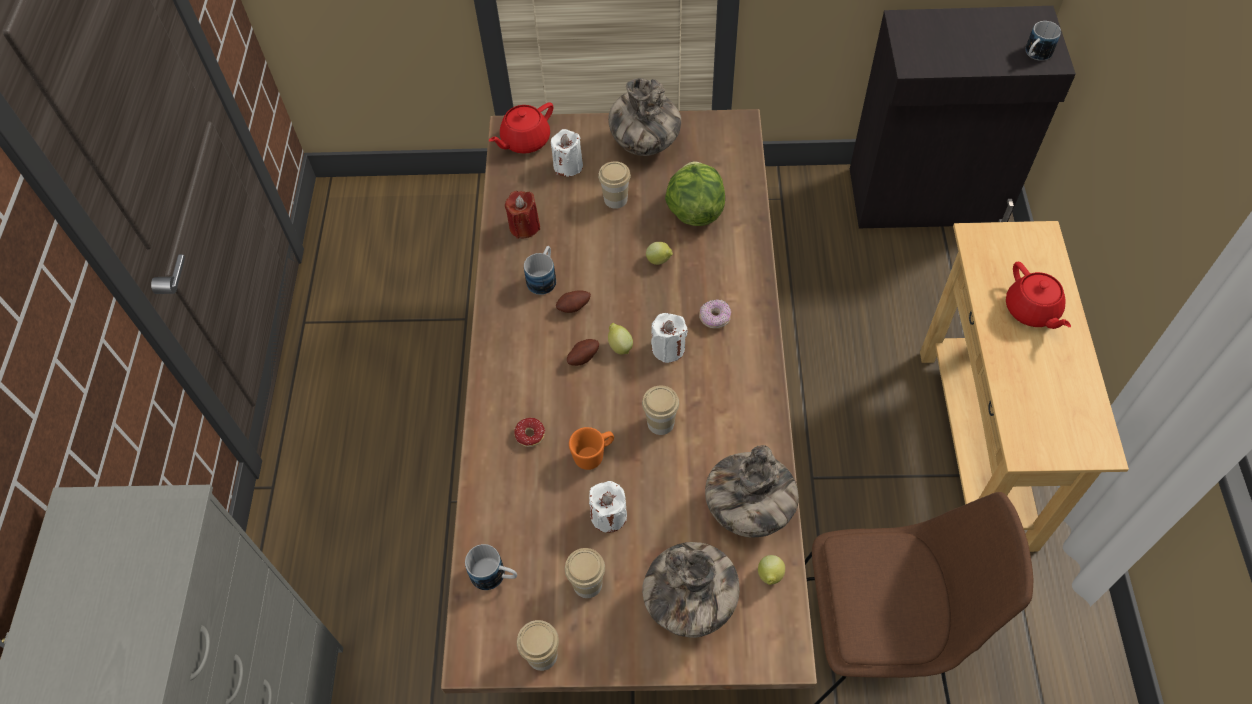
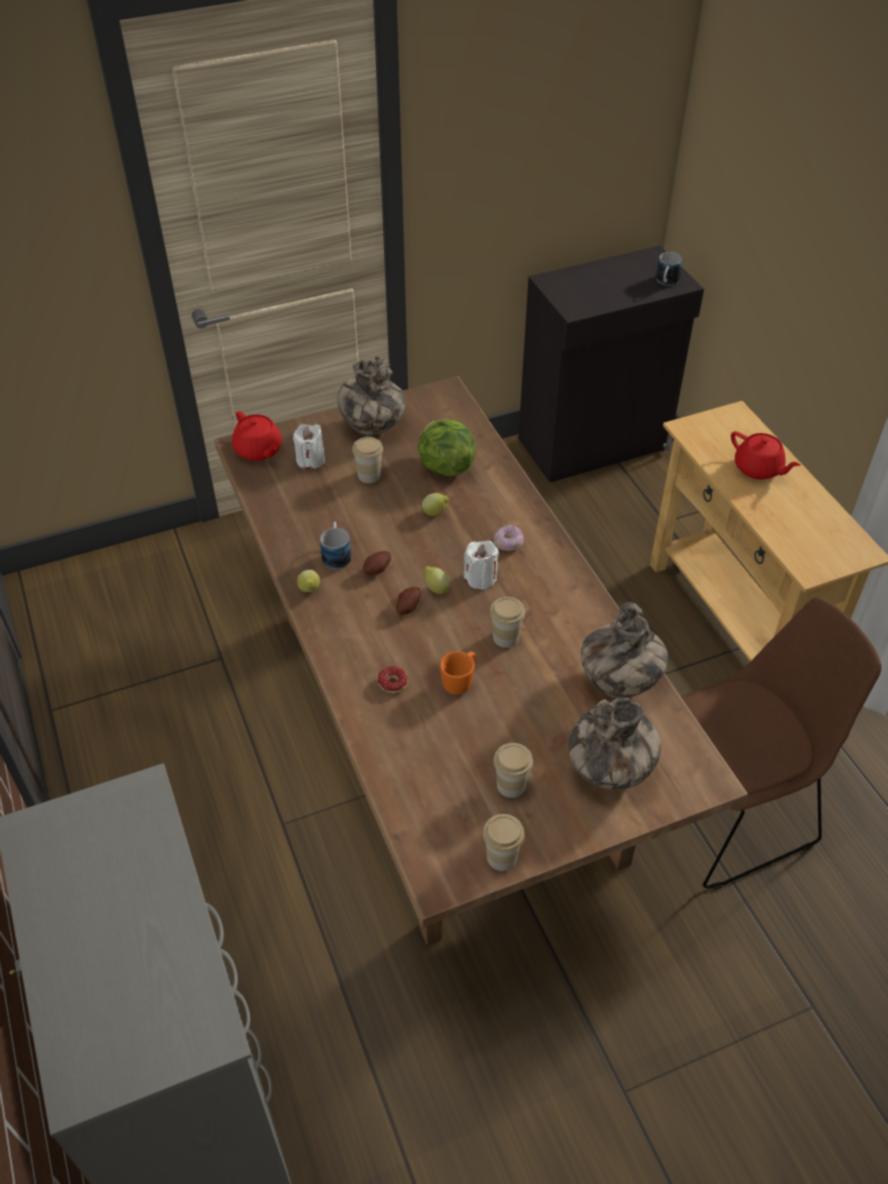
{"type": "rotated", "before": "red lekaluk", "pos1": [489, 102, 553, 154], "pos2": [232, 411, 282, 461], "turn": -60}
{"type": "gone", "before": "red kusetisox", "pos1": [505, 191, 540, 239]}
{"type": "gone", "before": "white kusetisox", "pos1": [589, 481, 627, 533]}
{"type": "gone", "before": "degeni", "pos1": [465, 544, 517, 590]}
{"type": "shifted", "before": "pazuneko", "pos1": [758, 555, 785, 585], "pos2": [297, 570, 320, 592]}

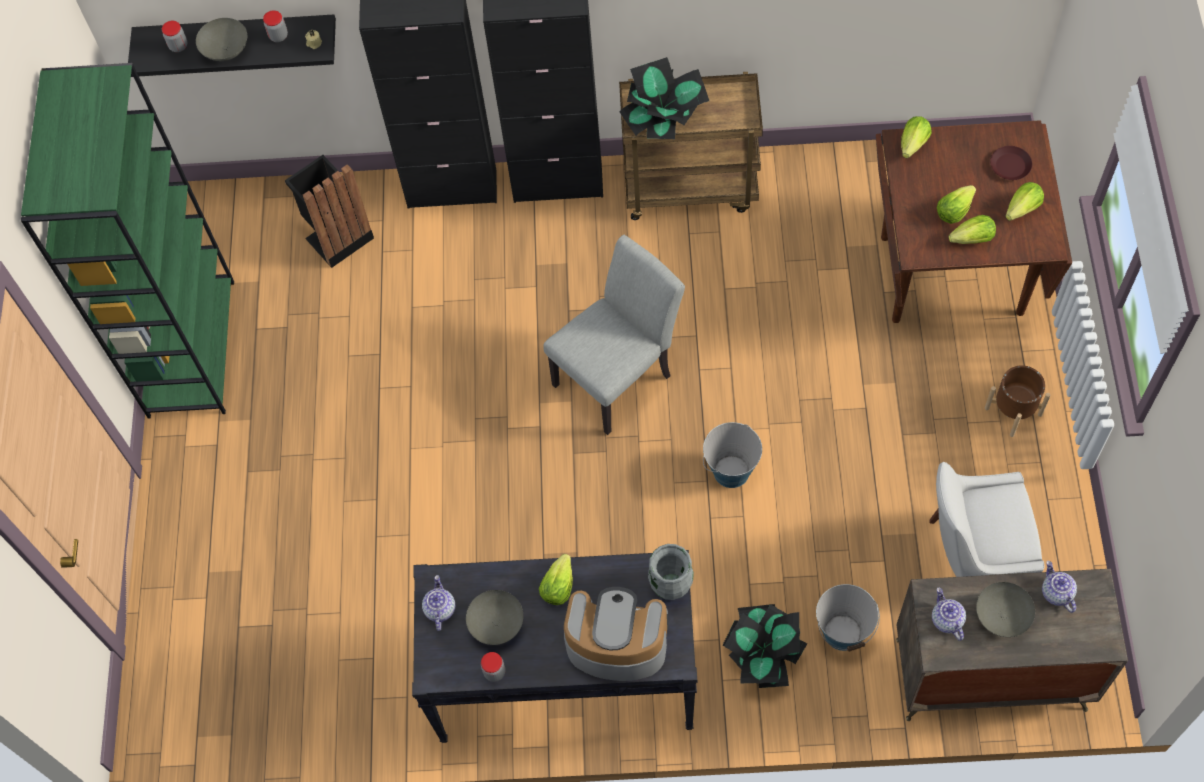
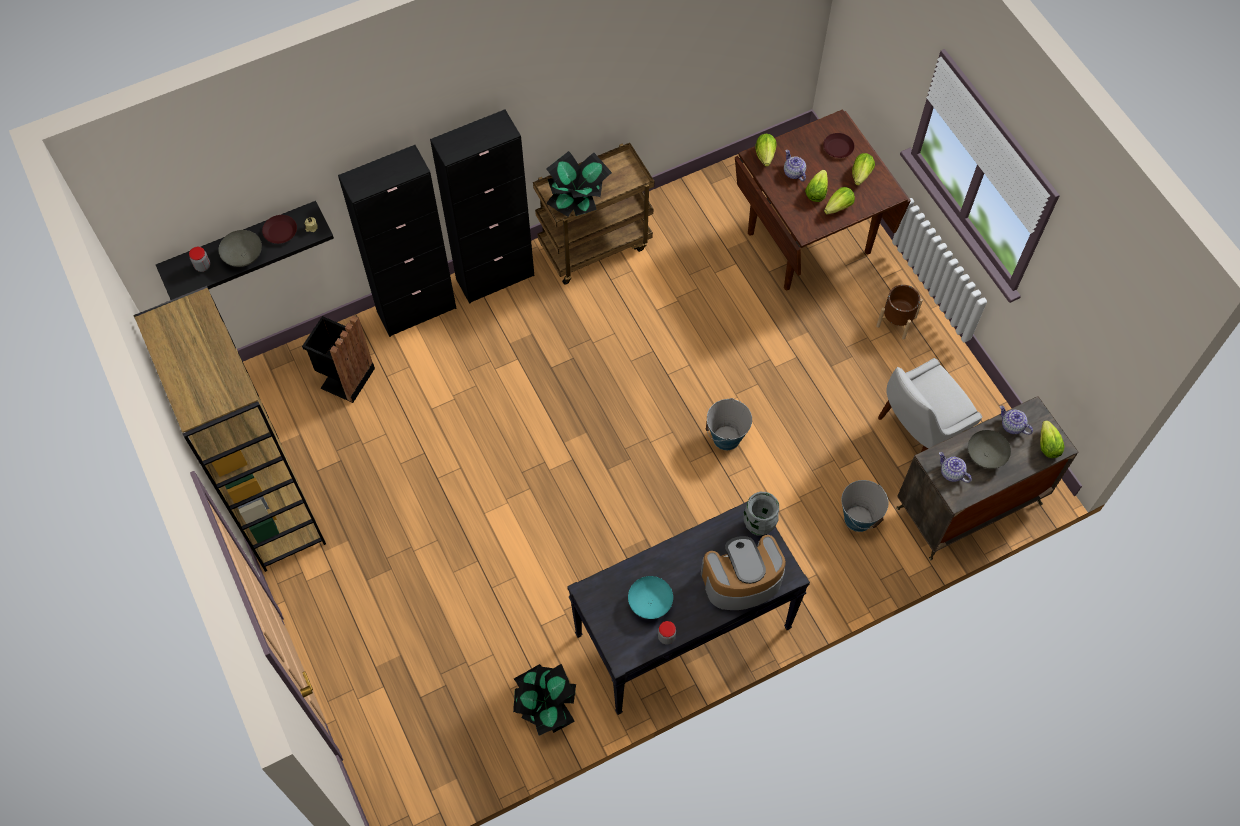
{"type": "swapped", "before": "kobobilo", "after": "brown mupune", "pos1": [263, 10, 288, 42], "pos2": [262, 215, 297, 244]}
{"type": "repainted", "before": "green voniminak", "after": "brown voniminak", "pos1": [21, 63, 234, 419], "pos2": [133, 286, 326, 572]}
{"type": "gone", "before": "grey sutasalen", "pos1": [543, 235, 685, 435]}
{"type": "shifted", "before": "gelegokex", "pos1": [539, 554, 573, 605], "pos2": [1040, 420, 1065, 458]}
{"type": "shifted", "before": "lekaluk", "pos1": [422, 575, 455, 631], "pos2": [784, 150, 806, 182]}
{"type": "repainted", "before": "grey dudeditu", "after": "turquoise dudeditu", "pos1": [466, 590, 523, 645], "pos2": [628, 576, 673, 619]}
{"type": "shifted", "before": "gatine", "pos1": [722, 604, 807, 688], "pos2": [513, 664, 576, 736]}

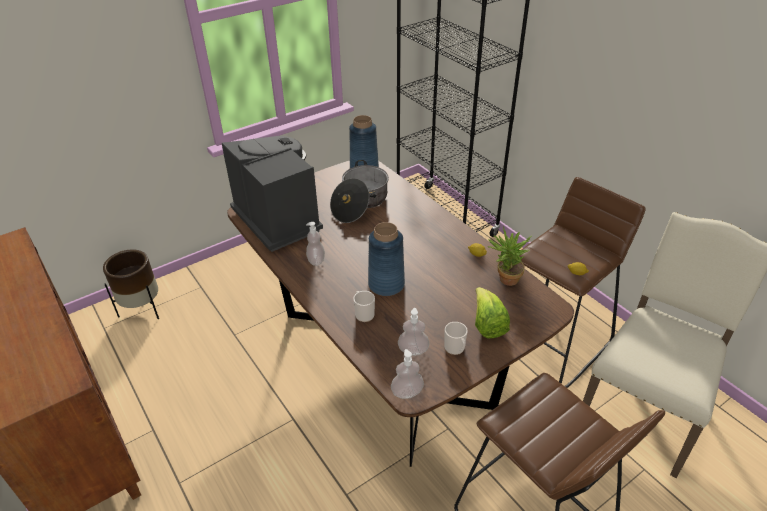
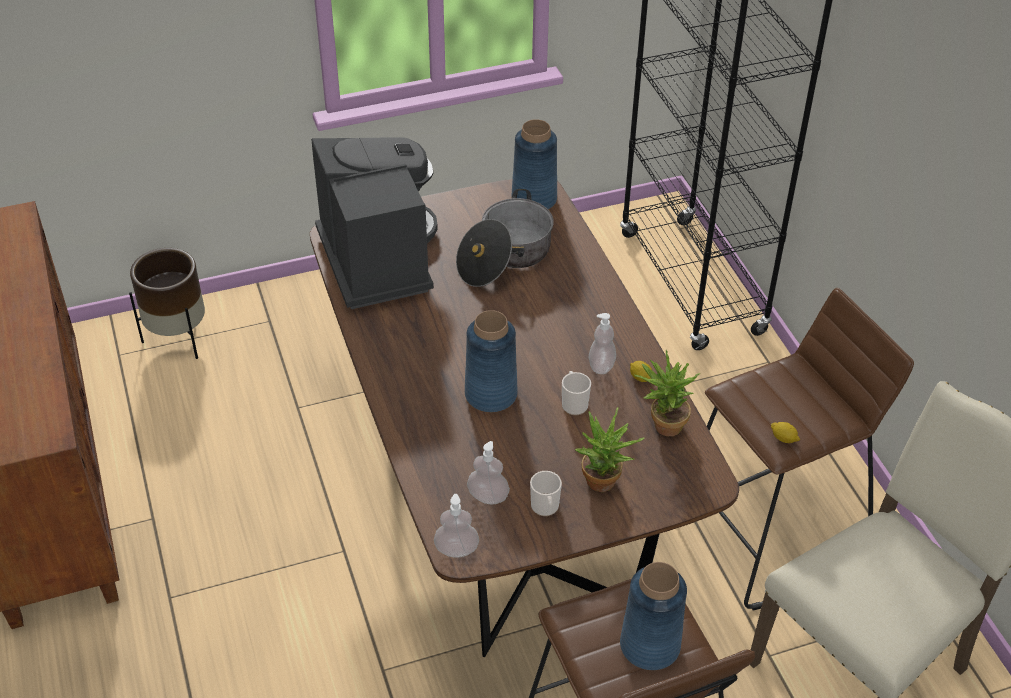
{"type": "shifted", "before": "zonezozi", "pos1": [306, 222, 325, 266], "pos2": [589, 313, 616, 374]}
{"type": "swapped", "before": "gelegokex", "after": "gatine", "pos1": [475, 287, 510, 338], "pos2": [575, 407, 645, 492]}
{"type": "shifted", "before": "degeni", "pos1": [353, 291, 375, 322], "pos2": [562, 371, 591, 415]}
{"type": "new", "after": "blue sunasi", "pos2": [620, 562, 687, 670]}

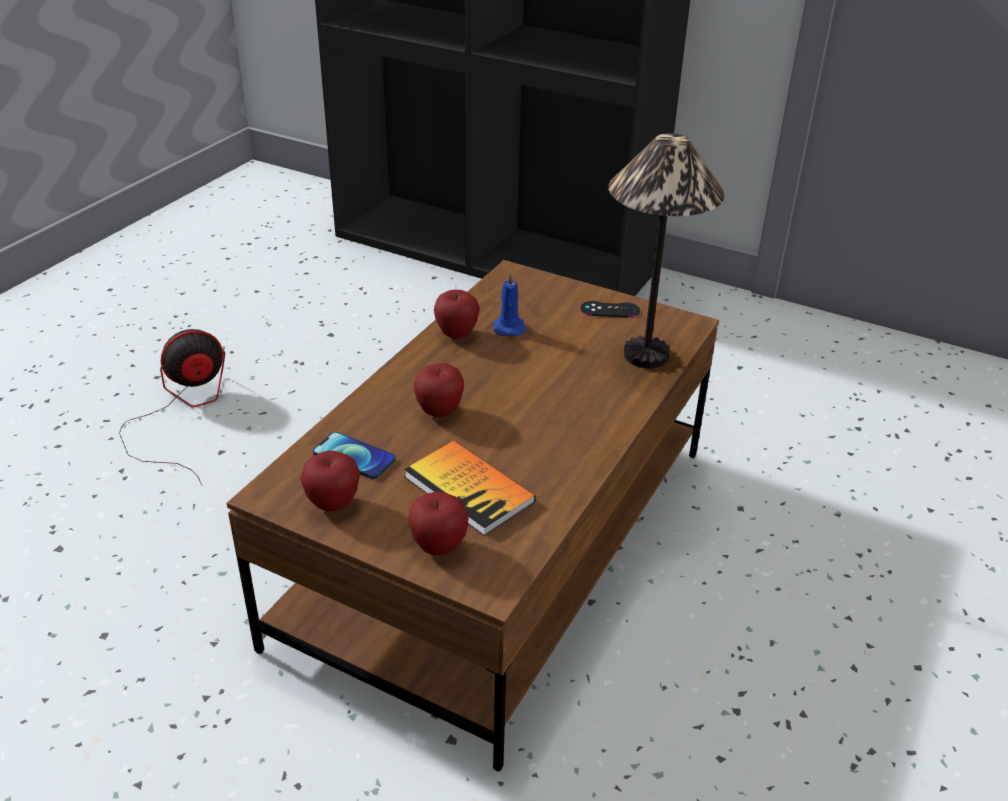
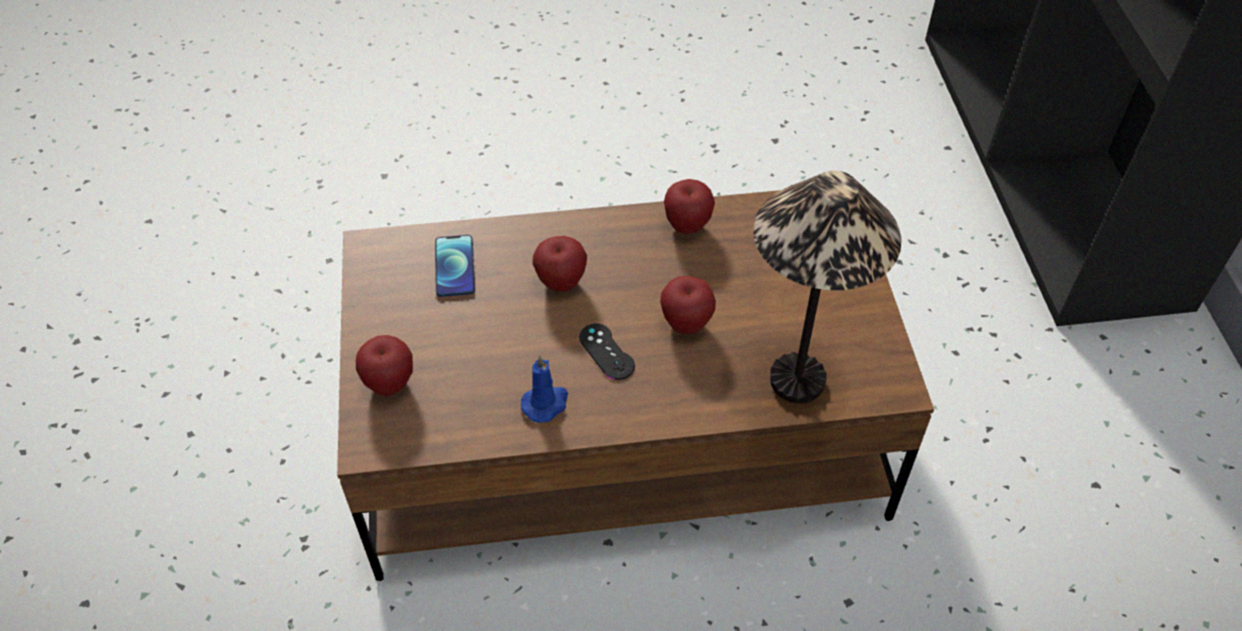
{"type": "shifted", "before": "blue kusetisox", "pos1": [493, 271, 526, 336], "pos2": [521, 355, 568, 423]}
{"type": "shifted", "before": "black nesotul", "pos1": [581, 301, 640, 318], "pos2": [579, 323, 635, 380]}
{"type": "gone", "before": "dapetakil", "pos1": [119, 329, 225, 485]}
{"type": "gone", "before": "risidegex", "pos1": [404, 441, 536, 536]}
{"type": "shifted", "before": "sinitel", "pos1": [300, 450, 360, 511], "pos2": [660, 276, 716, 334]}

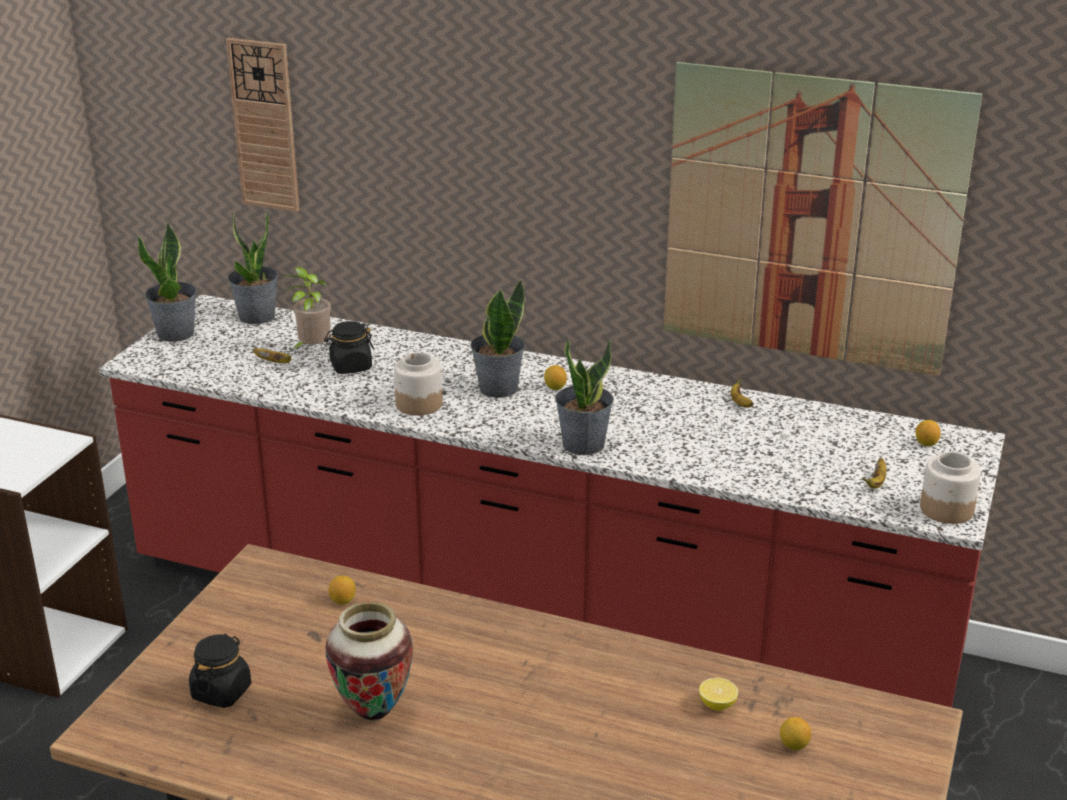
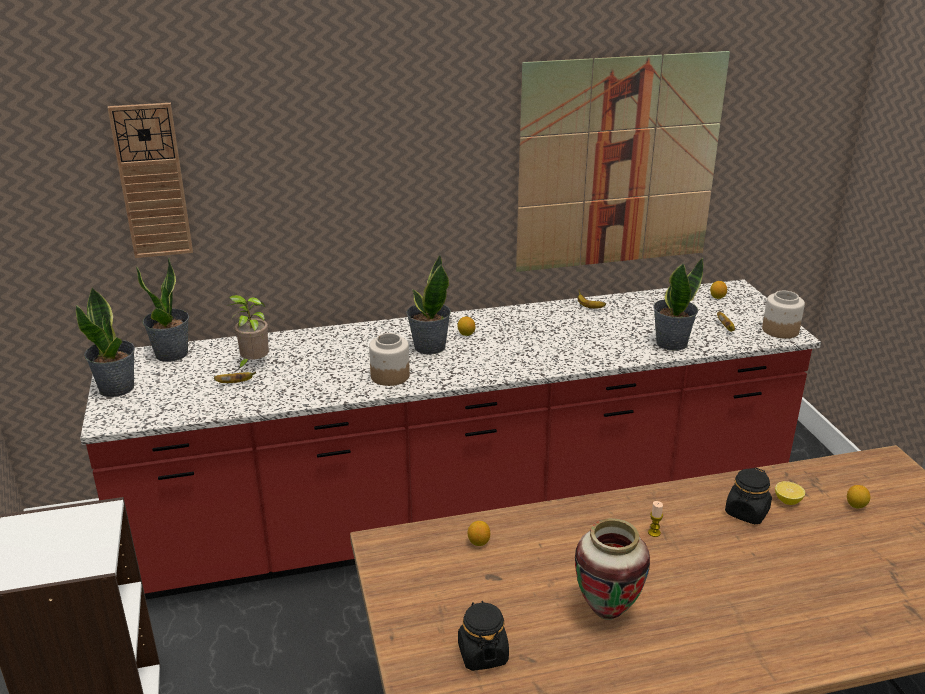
{"type": "shifted", "before": "black kobobilo", "pos1": [324, 321, 374, 374], "pos2": [725, 467, 772, 524]}
{"type": "shifted", "before": "gatine", "pos1": [555, 338, 614, 455], "pos2": [654, 258, 703, 351]}
{"type": "new", "after": "kusetisox", "pos2": [648, 501, 663, 537]}

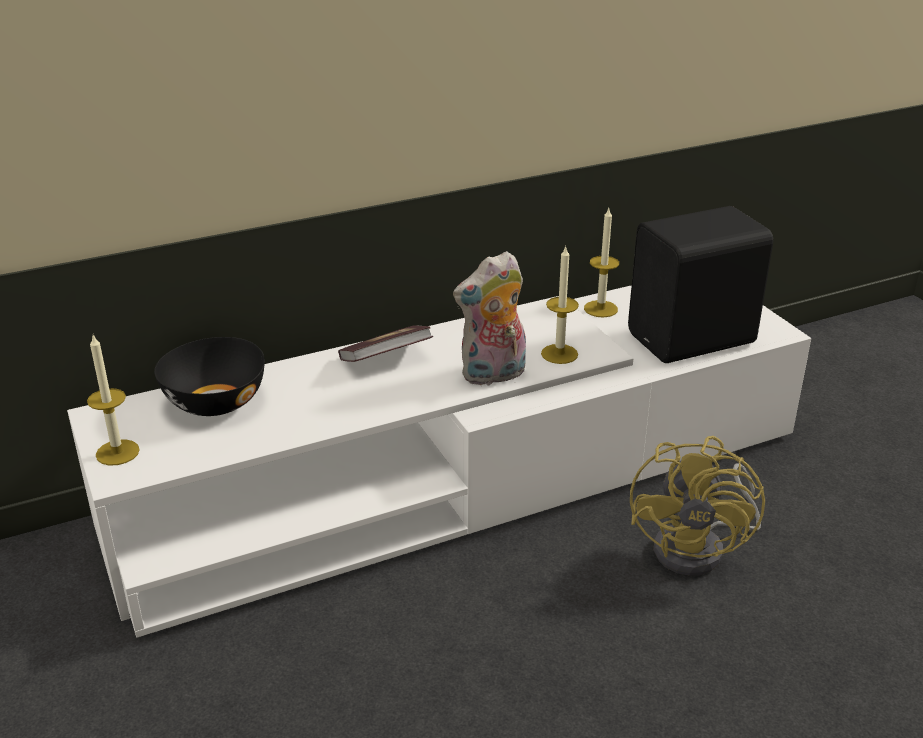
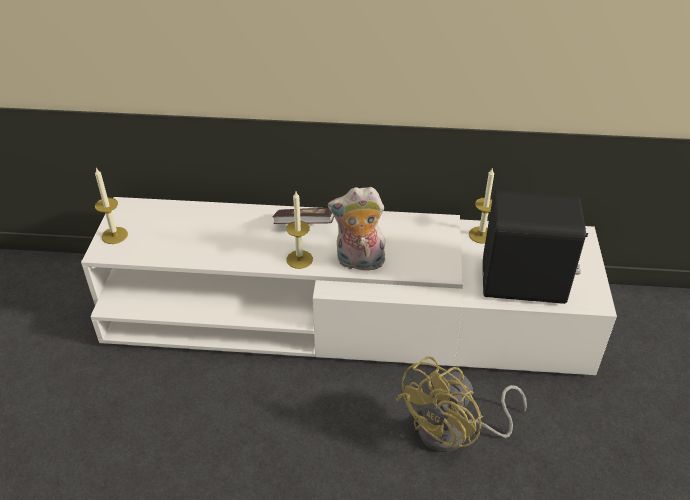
{"type": "shifted", "before": "kusetisox", "pos1": [541, 245, 579, 364], "pos2": [286, 192, 313, 269]}
{"type": "gone", "before": "black dudeditu", "pos1": [154, 337, 265, 416]}

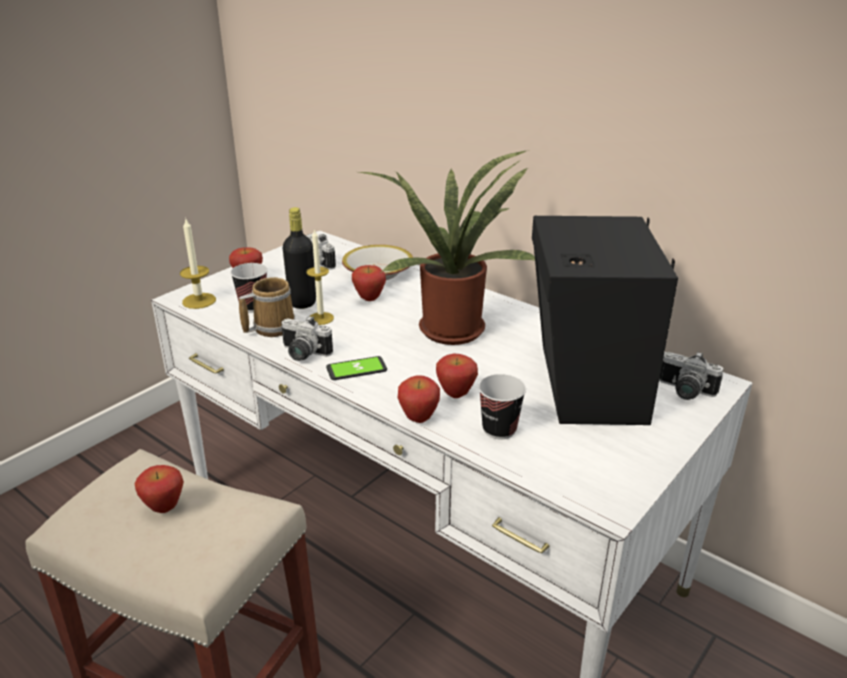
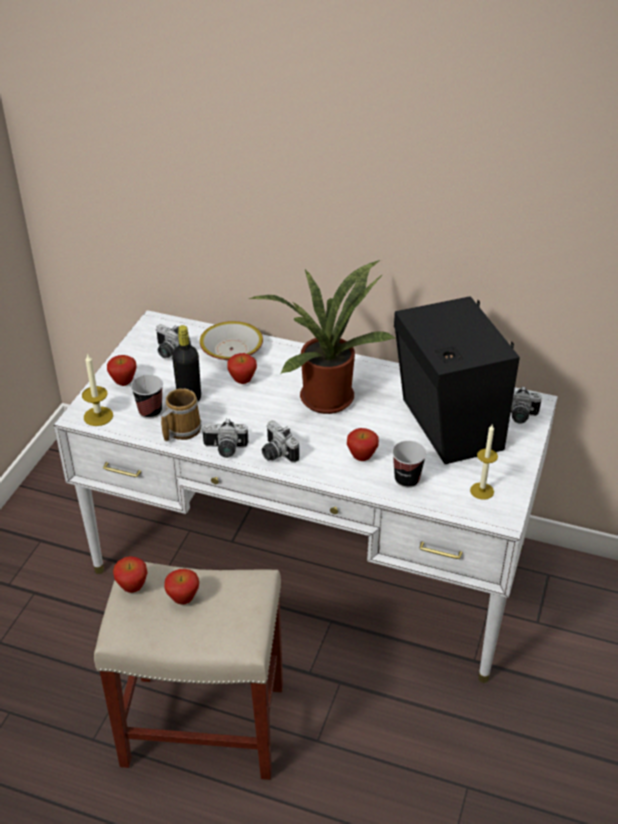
{"type": "shifted", "before": "kusetisox", "pos1": [306, 229, 334, 325], "pos2": [470, 425, 498, 500]}
{"type": "swapped", "before": "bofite", "after": "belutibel", "pos1": [326, 356, 387, 380], "pos2": [262, 421, 299, 463]}
{"type": "shifted", "before": "sinitel", "pos1": [398, 375, 440, 423], "pos2": [113, 556, 148, 593]}

